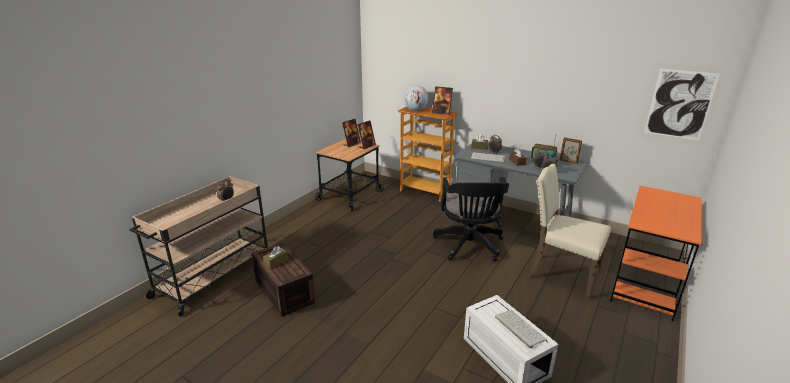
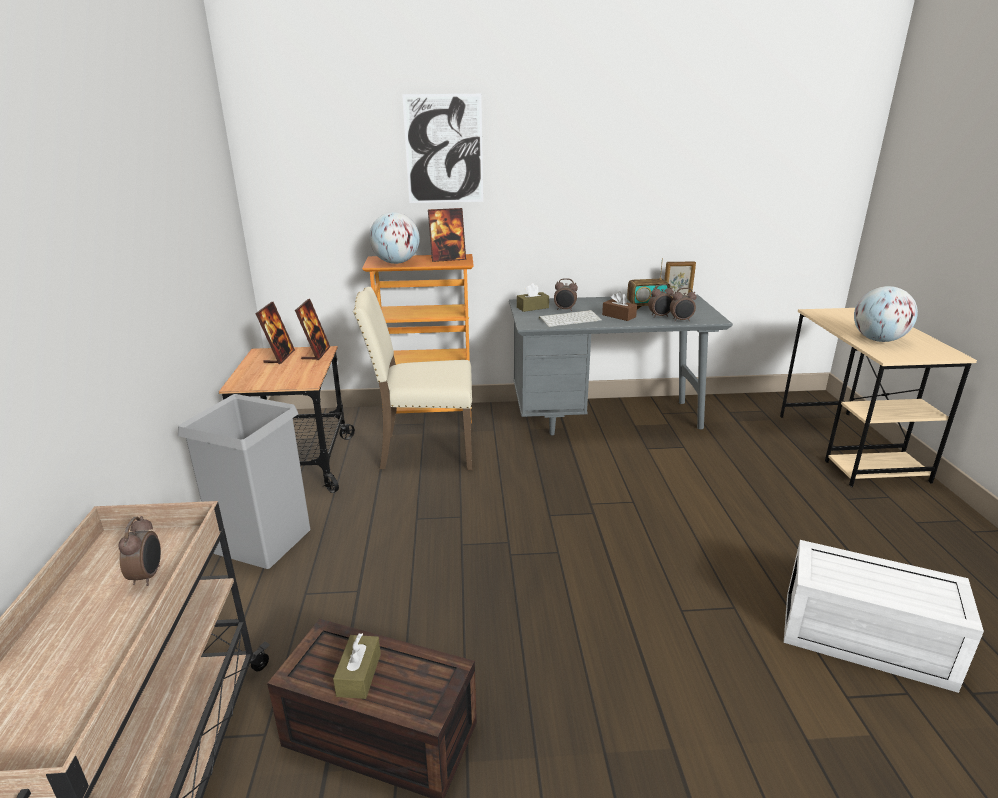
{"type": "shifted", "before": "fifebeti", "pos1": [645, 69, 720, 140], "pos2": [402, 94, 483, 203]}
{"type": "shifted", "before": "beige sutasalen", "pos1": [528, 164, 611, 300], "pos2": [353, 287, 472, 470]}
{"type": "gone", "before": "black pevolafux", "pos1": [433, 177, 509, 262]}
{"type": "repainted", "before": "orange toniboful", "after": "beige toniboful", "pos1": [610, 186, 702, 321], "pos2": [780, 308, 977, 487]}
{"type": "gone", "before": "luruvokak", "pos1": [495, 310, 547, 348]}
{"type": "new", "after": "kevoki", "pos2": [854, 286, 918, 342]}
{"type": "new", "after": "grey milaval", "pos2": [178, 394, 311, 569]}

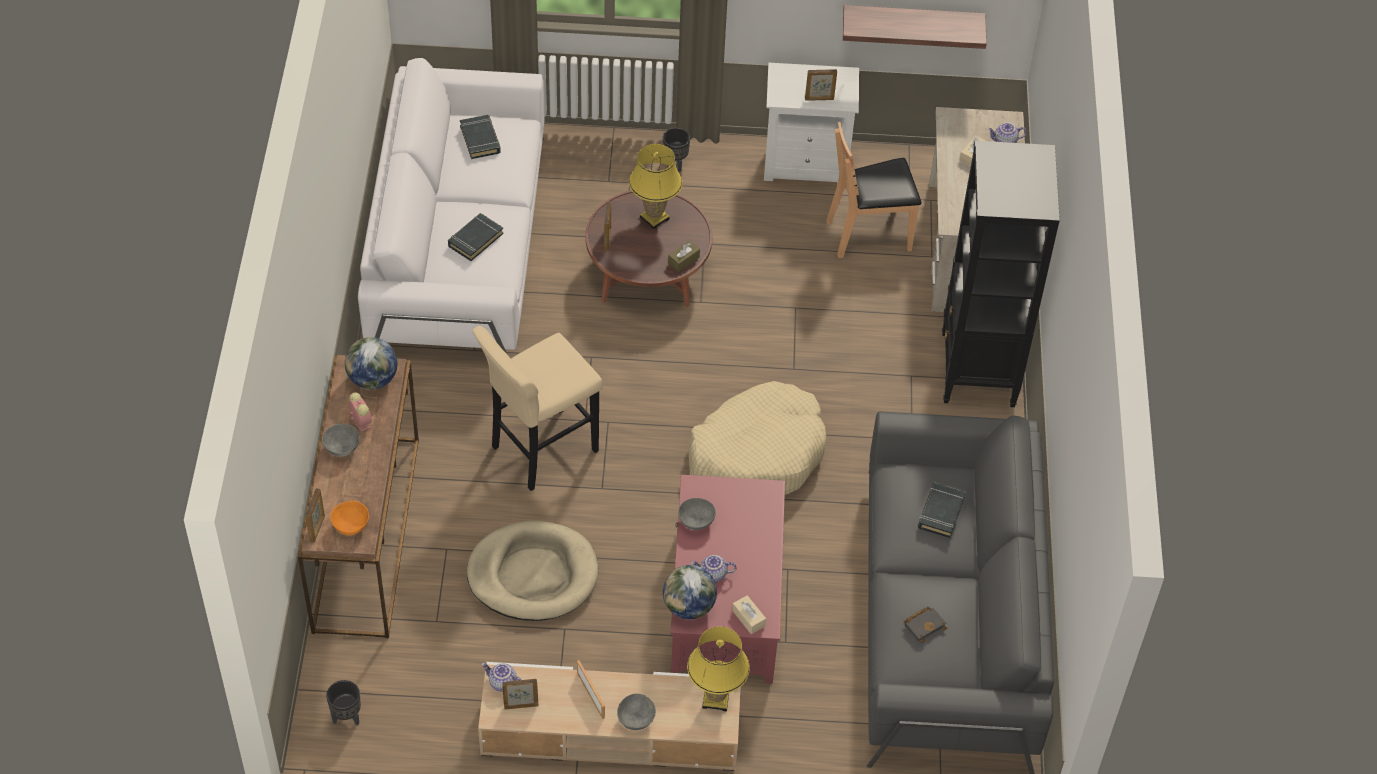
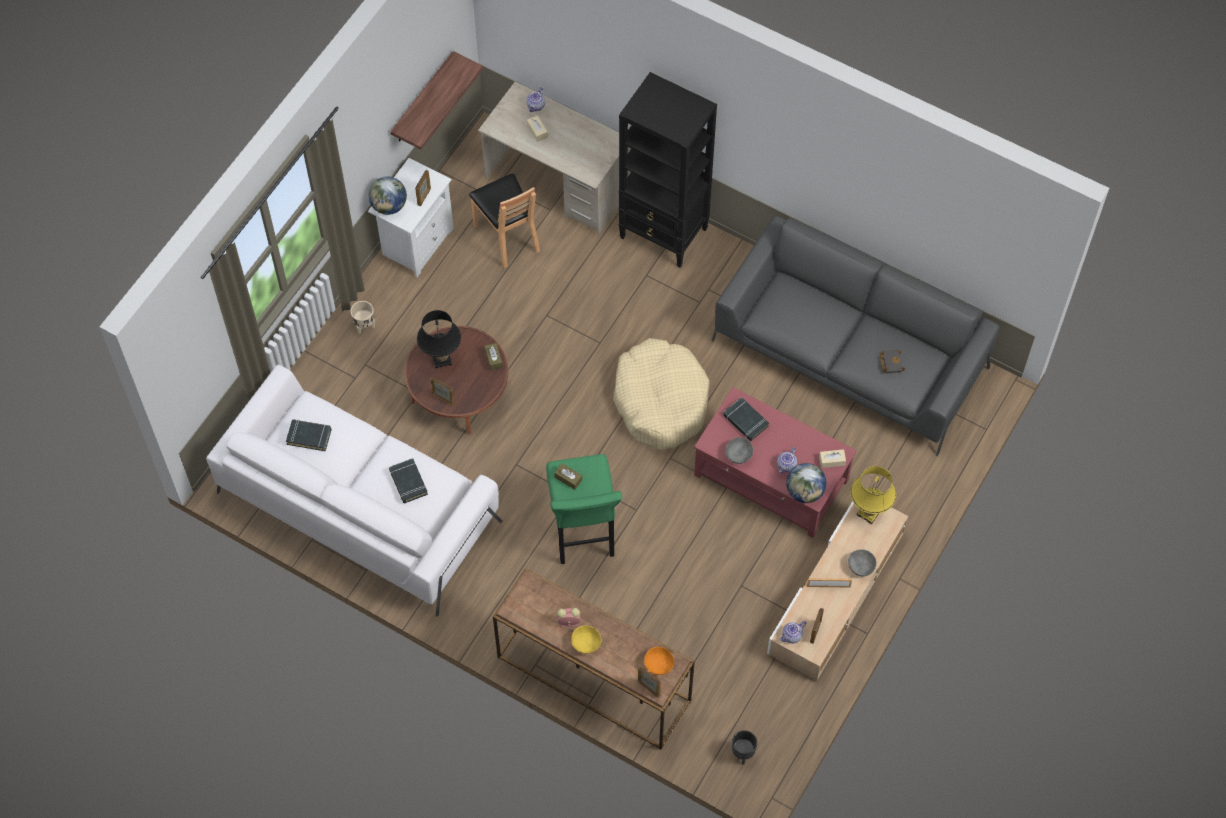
{"type": "rotated", "before": "brown sutasalen", "pos1": [826, 122, 922, 258], "pos2": [469, 173, 540, 268], "turn": -45}
{"type": "repainted", "before": "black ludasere", "after": "beige ludasere", "pos1": [663, 128, 690, 172], "pos2": [350, 301, 375, 334]}
{"type": "repainted", "before": "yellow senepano", "after": "black senepano", "pos1": [629, 144, 683, 229], "pos2": [417, 310, 461, 369]}
{"type": "repainted", "before": "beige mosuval", "after": "green mosuval", "pos1": [472, 326, 603, 491], "pos2": [546, 454, 622, 564]}
{"type": "shifted", "before": "kevoki", "pos1": [345, 337, 397, 390], "pos2": [369, 176, 407, 215]}
{"type": "repainted", "before": "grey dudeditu", "after": "yellow dudeditu", "pos1": [322, 423, 359, 457], "pos2": [571, 626, 601, 654]}
{"type": "shifted", "before": "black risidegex", "pos1": [918, 482, 966, 538], "pos2": [723, 397, 769, 441]}
{"type": "gone", "before": "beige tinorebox", "pos1": [467, 521, 598, 621]}
{"type": "new", "after": "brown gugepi", "pos2": [554, 463, 582, 490]}

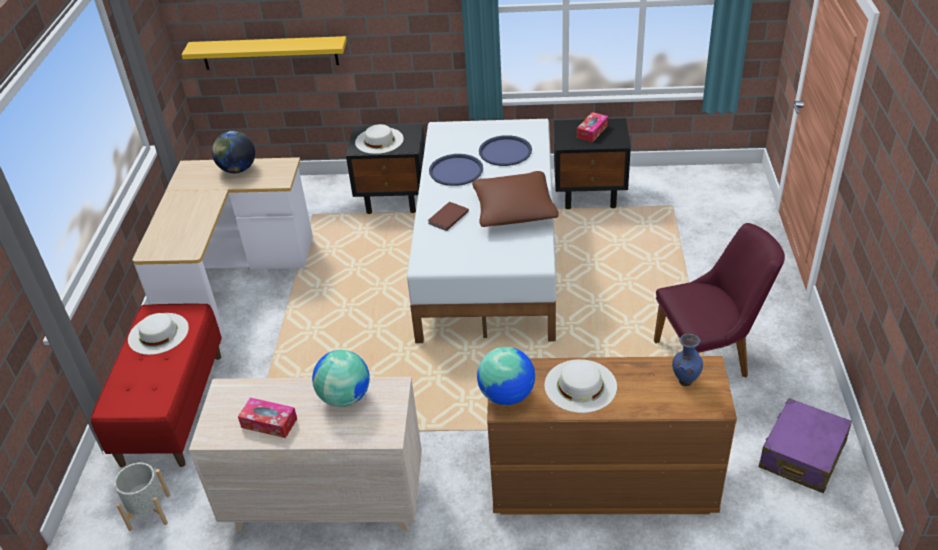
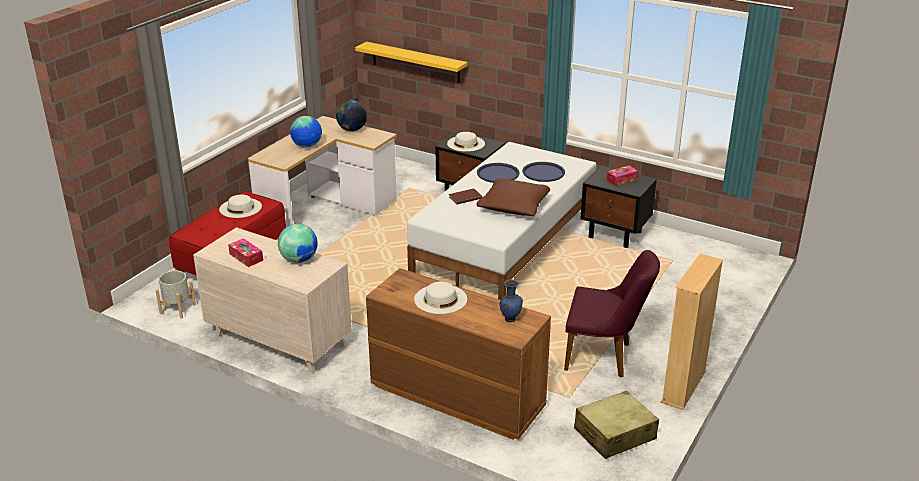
{"type": "shifted", "before": "kevoki", "pos1": [477, 347, 535, 405], "pos2": [290, 116, 322, 148]}
{"type": "repainted", "before": "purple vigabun", "after": "beige vigabun", "pos1": [759, 398, 852, 493], "pos2": [574, 391, 659, 459]}
{"type": "new", "after": "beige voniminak", "pos2": [661, 254, 723, 410]}

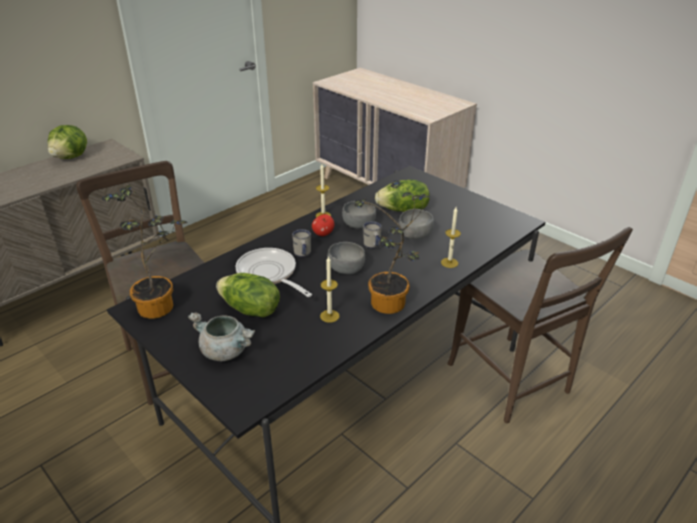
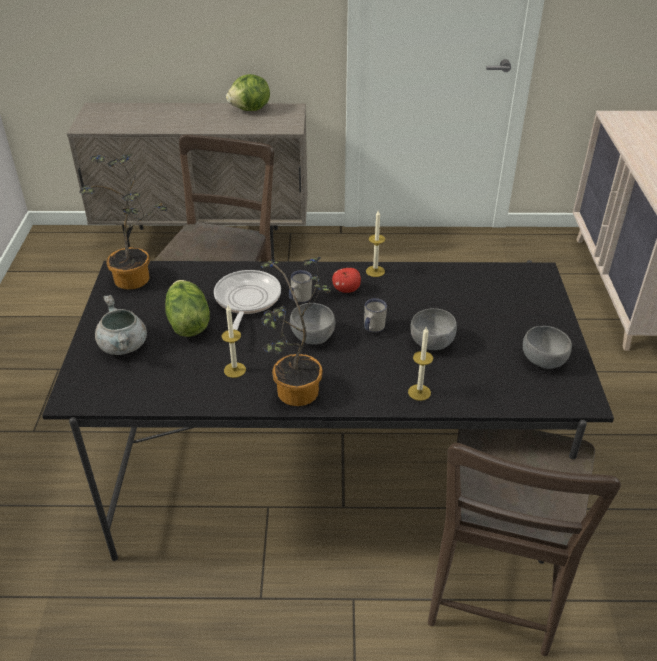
{"type": "gone", "before": "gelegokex", "pos1": [375, 180, 430, 212]}
{"type": "shifted", "before": "grey dudeditu", "pos1": [342, 201, 376, 229], "pos2": [523, 326, 572, 369]}

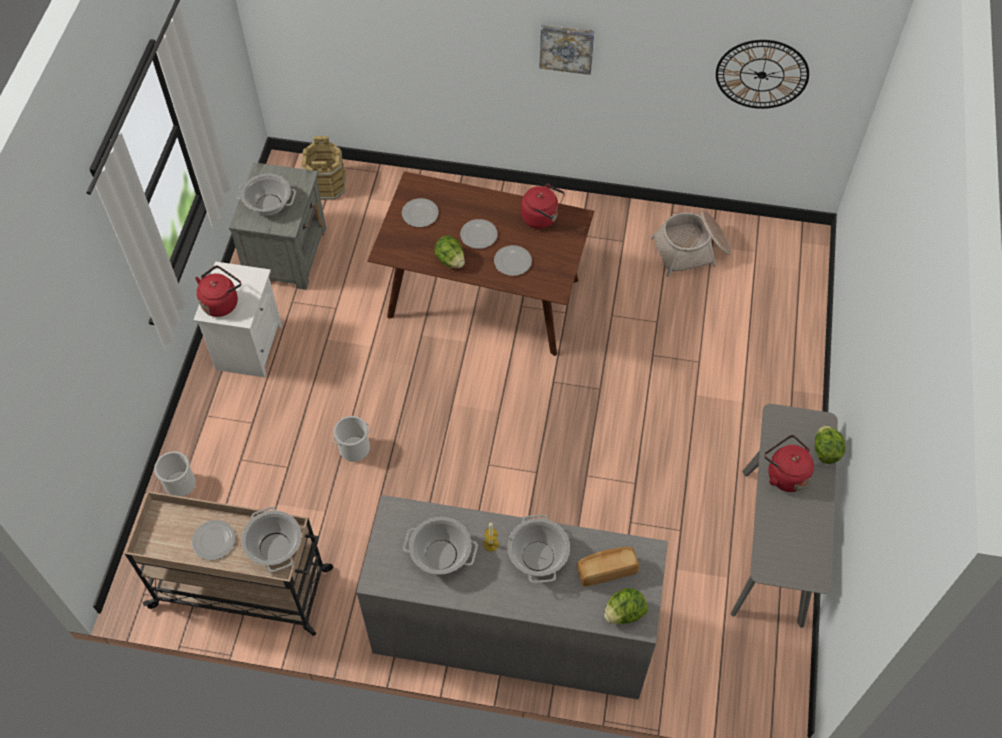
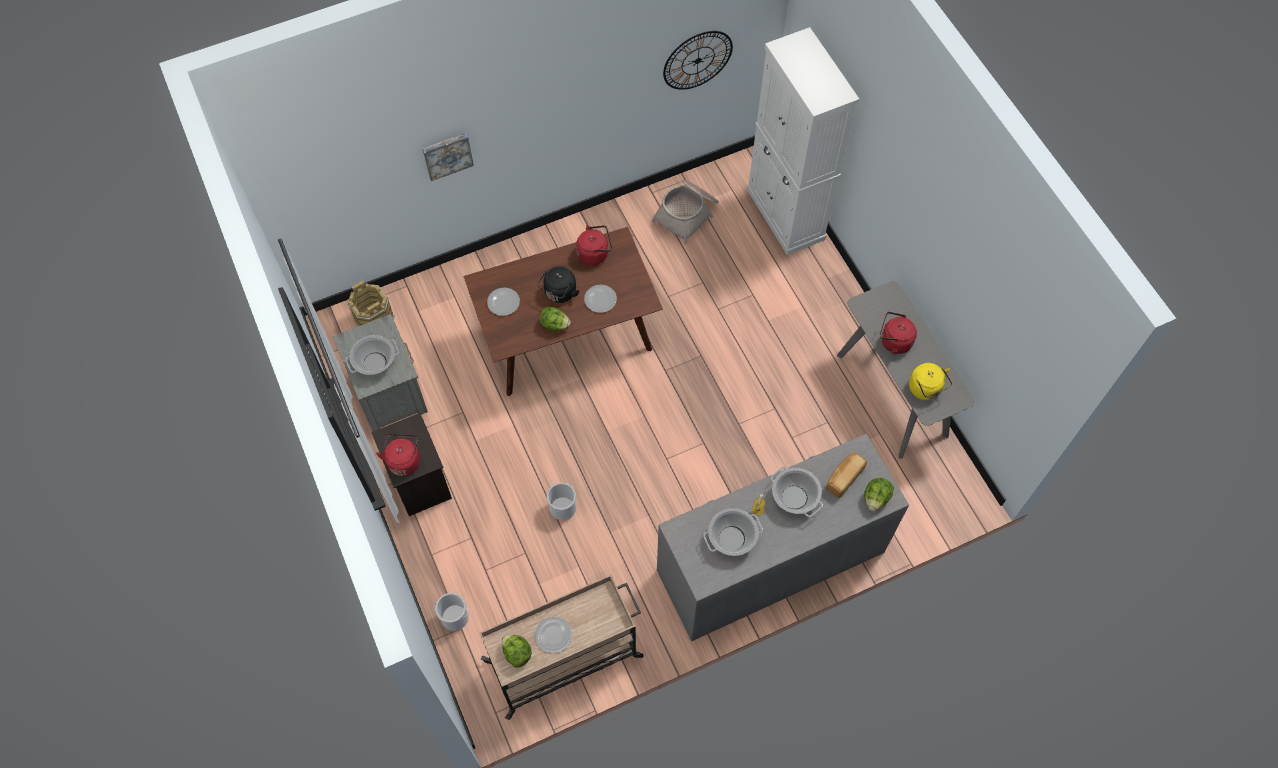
{"type": "shifted", "before": "fifebeti", "pos1": [539, 24, 595, 75], "pos2": [423, 133, 474, 181]}
{"type": "swapped", "before": "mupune", "after": "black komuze", "pos1": [460, 219, 498, 249], "pos2": [537, 266, 579, 303]}
{"type": "repainted", "before": "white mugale", "after": "black mugale", "pos1": [194, 261, 282, 378], "pos2": [371, 413, 452, 516]}
{"type": "shifted", "before": "gelegokex", "pos1": [815, 425, 846, 464], "pos2": [502, 634, 531, 668]}
{"type": "gone", "before": "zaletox", "pos1": [241, 507, 301, 572]}
{"type": "new", "after": "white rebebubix", "pos2": [747, 27, 859, 255]}
{"type": "new", "after": "yellow komuze", "pos2": [909, 363, 953, 400]}

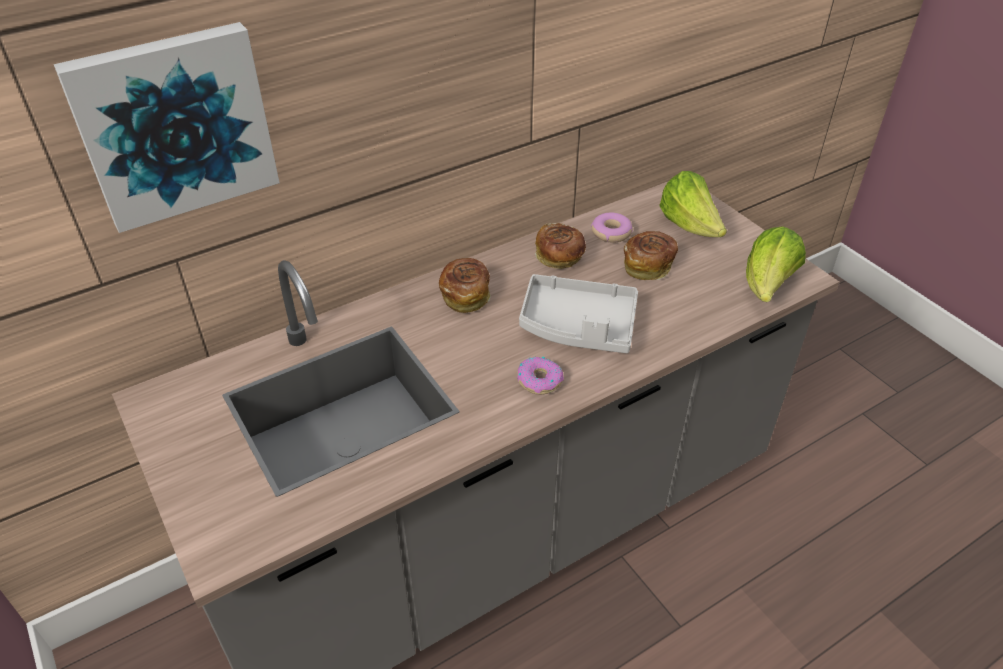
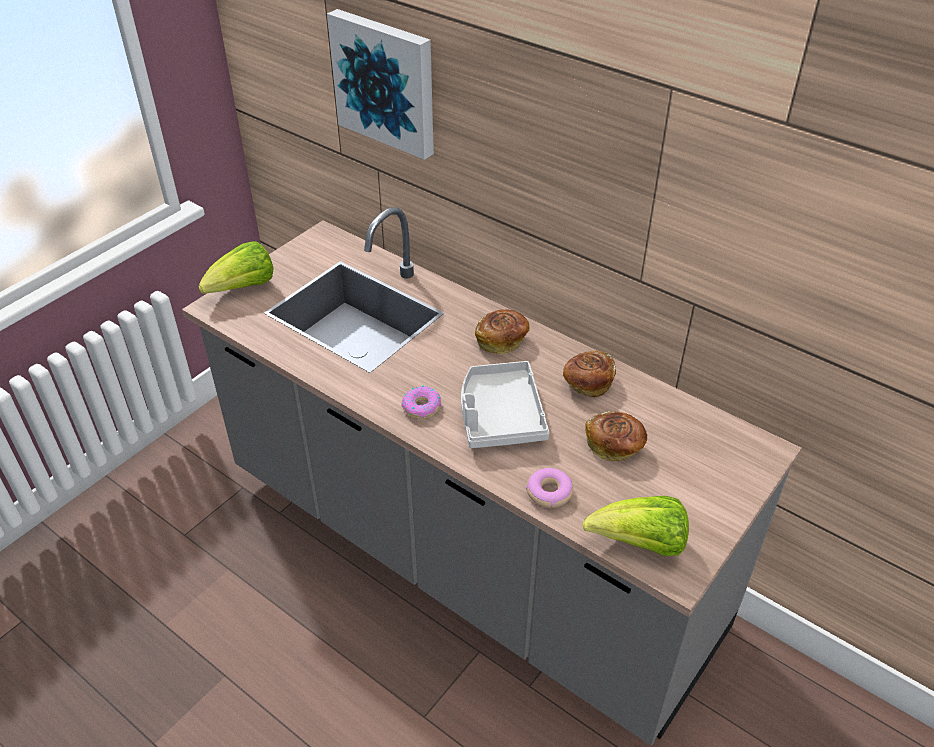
{"type": "shifted", "before": "gelegokex", "pos1": [659, 171, 727, 237], "pos2": [198, 241, 273, 294]}
{"type": "shifted", "before": "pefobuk", "pos1": [591, 212, 633, 243], "pos2": [526, 468, 573, 508]}

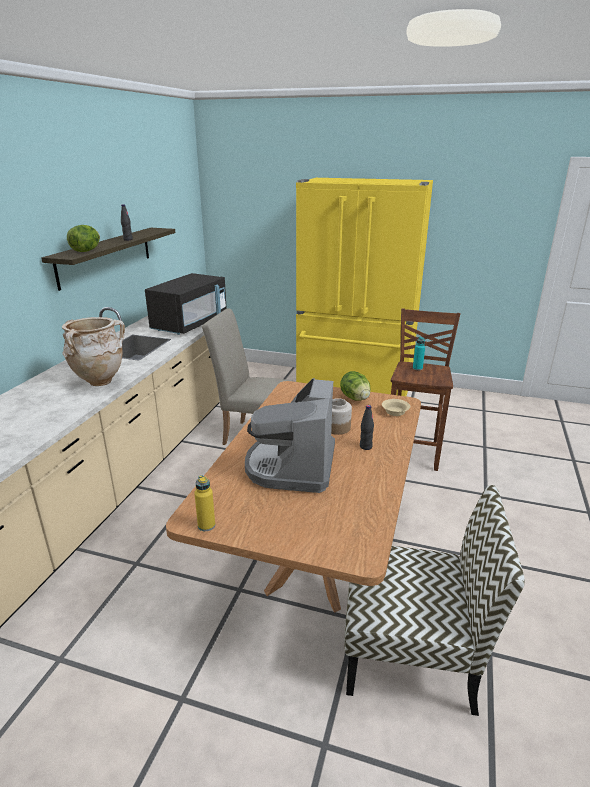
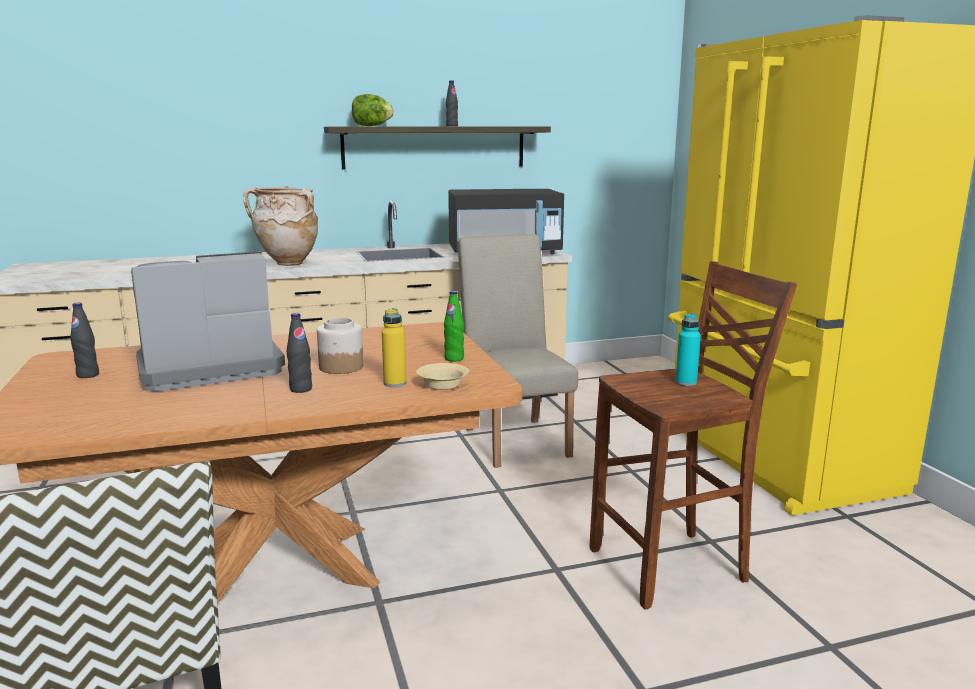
{"type": "swapped", "before": "gelegokex", "after": "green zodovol", "pos1": [340, 371, 371, 400], "pos2": [444, 291, 464, 362]}
{"type": "shifted", "before": "yellow zodovol", "pos1": [194, 475, 215, 531], "pos2": [382, 308, 406, 387]}
{"type": "new", "after": "black zodovol", "pos2": [70, 303, 99, 378]}

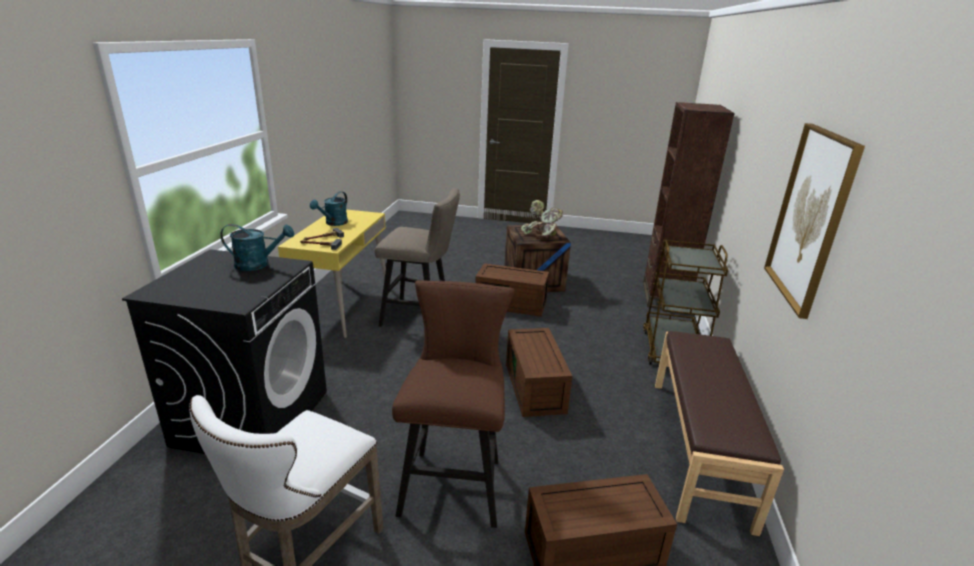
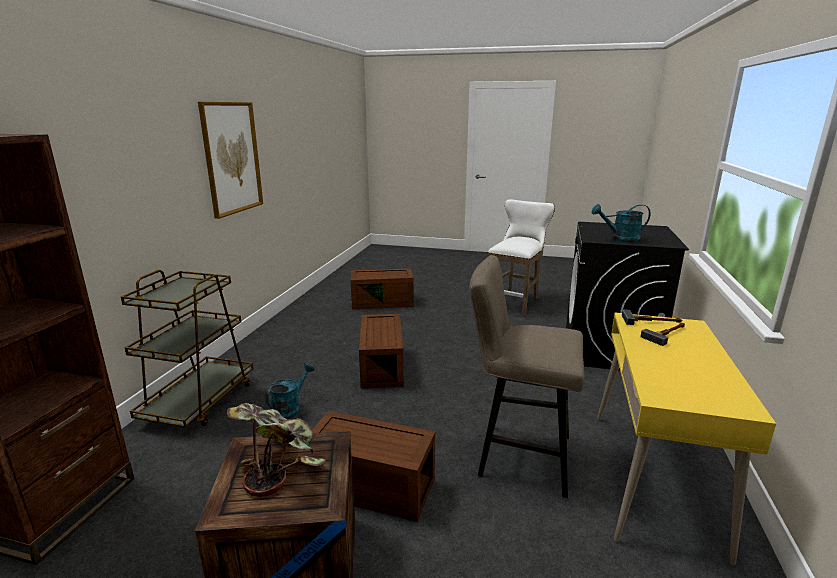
{"type": "shifted", "before": "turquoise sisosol", "pos1": [310, 191, 348, 226], "pos2": [265, 363, 314, 419]}
{"type": "gone", "before": "brown mosuval", "pos1": [392, 280, 514, 528]}
{"type": "gone", "before": "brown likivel", "pos1": [655, 331, 784, 536]}

